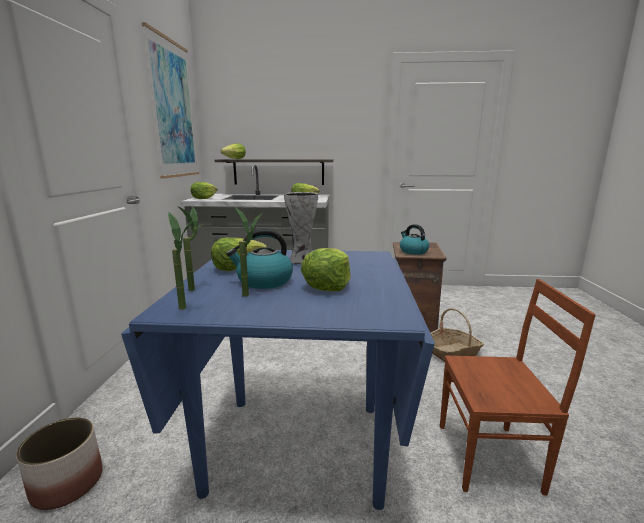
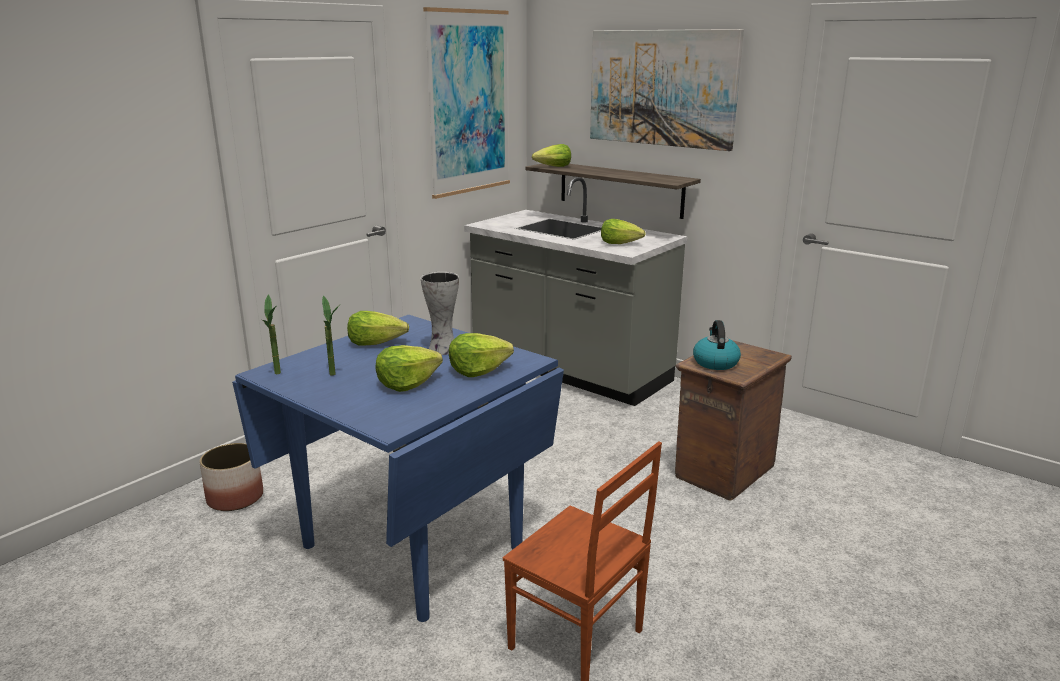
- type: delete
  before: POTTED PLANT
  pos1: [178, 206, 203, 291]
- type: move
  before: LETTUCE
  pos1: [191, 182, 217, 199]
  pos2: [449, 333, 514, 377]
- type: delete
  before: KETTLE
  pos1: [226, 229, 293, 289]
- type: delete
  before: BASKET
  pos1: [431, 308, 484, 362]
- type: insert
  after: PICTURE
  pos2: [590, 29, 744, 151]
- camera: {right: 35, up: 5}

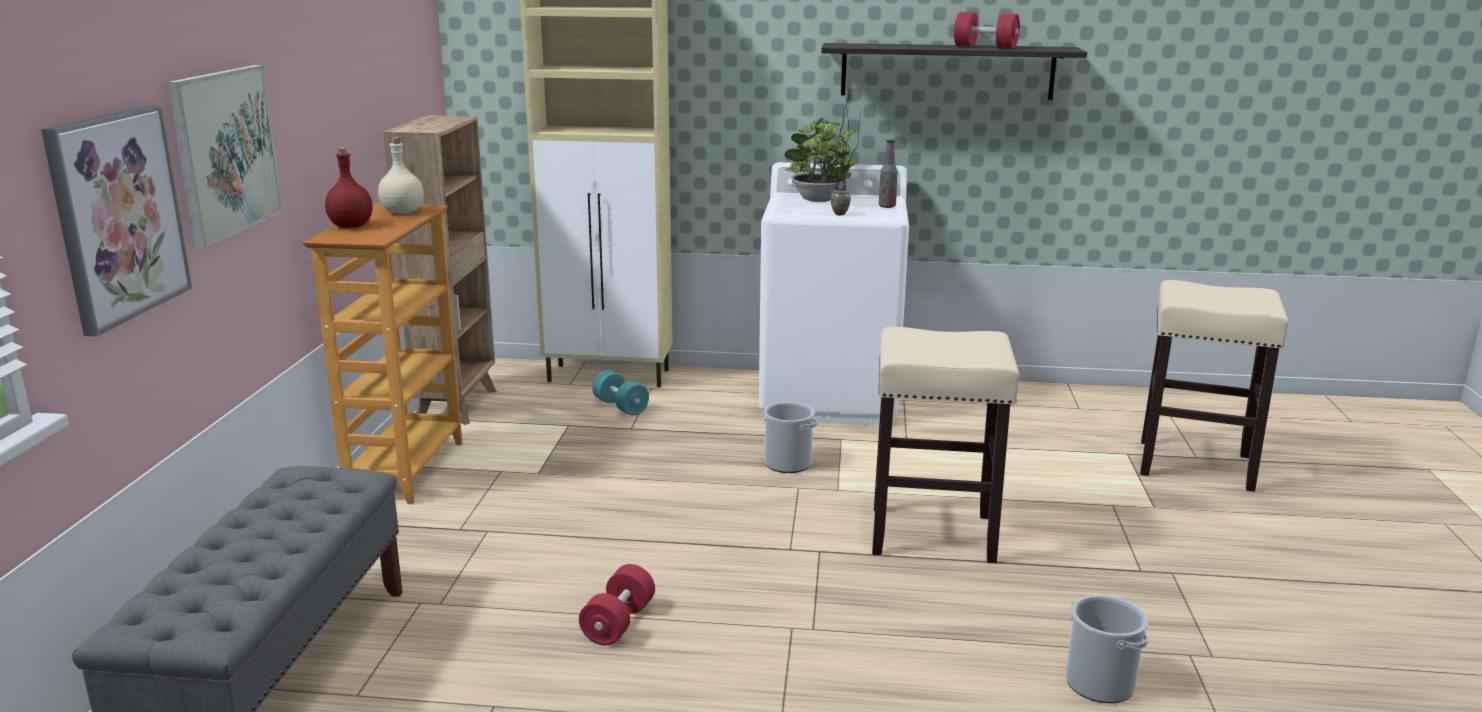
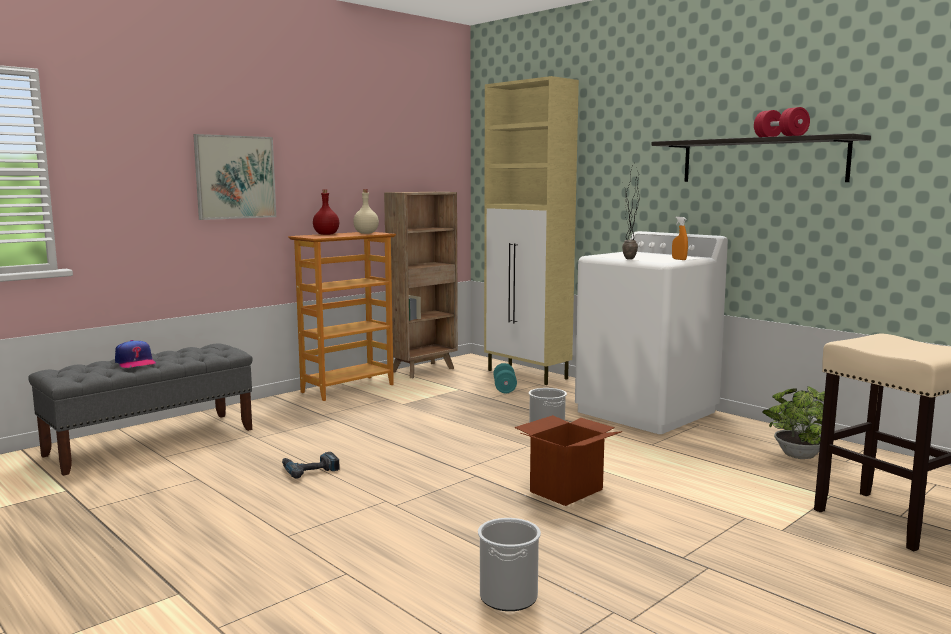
- type: delete
  before: PICTURE
  pos1: [41, 105, 192, 337]
- type: replace
  before: RED DUMBBELL
  after: POWER DRILL
  pos1: [579, 564, 655, 646]
  pos2: [282, 452, 340, 479]
- type: move
  before: POTTED PLANT
  pos1: [785, 118, 857, 202]
  pos2: [762, 386, 825, 459]
- type: replace
  before: BEIGE STOOL
  after: CARDBOARD BOX
  pos1: [872, 327, 1019, 563]
  pos2: [514, 415, 622, 506]
- type: replace
  before: BOTTLE
  after: ORANGE SPRAY BOTTLE
  pos1: [879, 140, 898, 208]
  pos2: [672, 217, 688, 260]
- type: insert
  after: CAP
  pos2: [115, 340, 156, 368]
- camera: {right: 40, up: -10}

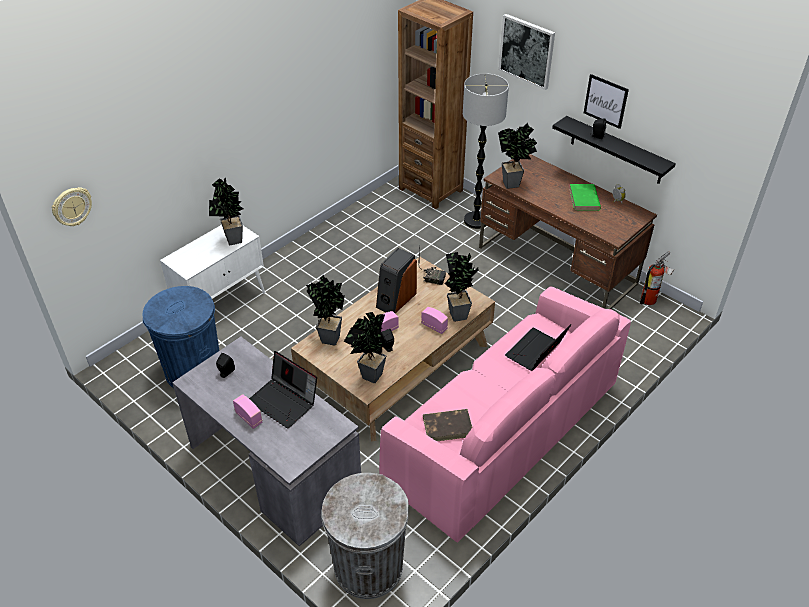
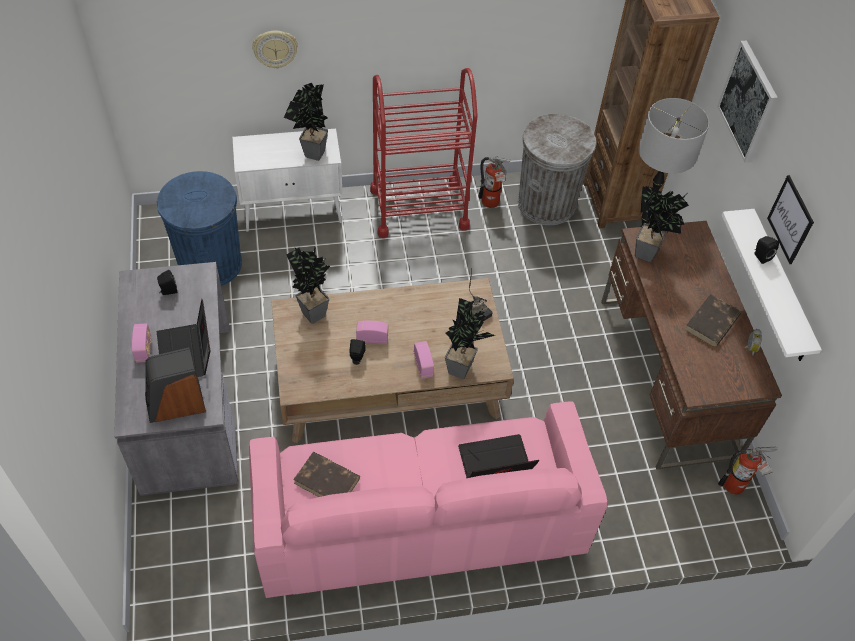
- type: move
  before: WALL CLOCK
  pos1: [52, 187, 92, 226]
  pos2: [252, 30, 298, 69]
- type: move
  before: GREY TRASH CAN
  pos1: [321, 473, 409, 599]
  pos2: [518, 114, 597, 225]
- type: delete
  before: POTTED PLANT
  pos1: [344, 312, 386, 383]
- type: move
  before: SPEAKER
  pos1: [376, 248, 417, 313]
  pos2: [145, 347, 206, 423]
- type: recolor
  before: BLACK SHELF
  after: WHITE SHELF
  pos1: [552, 116, 676, 184]
  pos2: [722, 209, 822, 361]
- type: recolor
  before: GREEN BOOK
  after: BROWN BOOK
  pos1: [569, 184, 601, 211]
  pos2: [684, 294, 741, 347]
- type: insert
  after: RED CART
  pos2: [370, 68, 478, 238]
- type: insert
  after: FIRE EXTINGUISHER
  pos2: [478, 156, 511, 208]
- camera: {right: 35, up: 10}

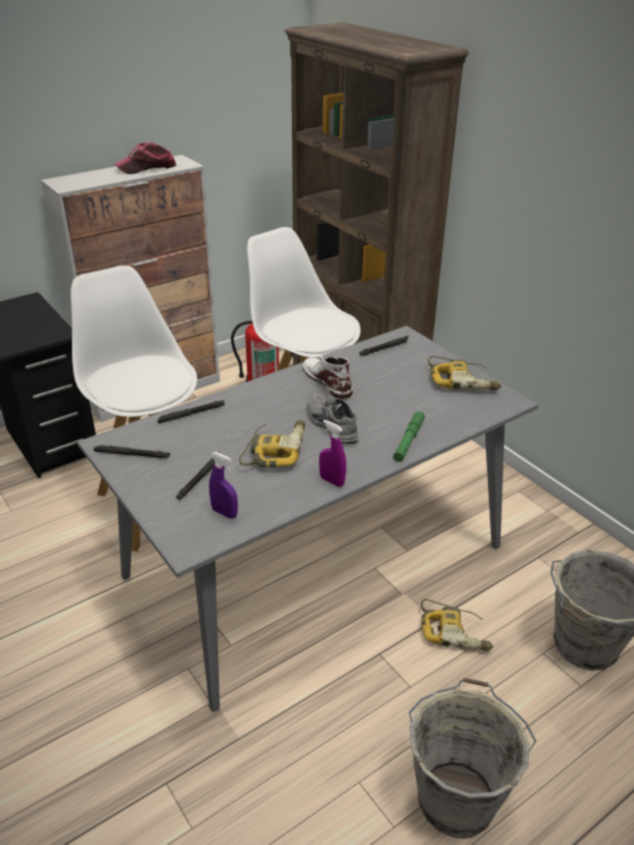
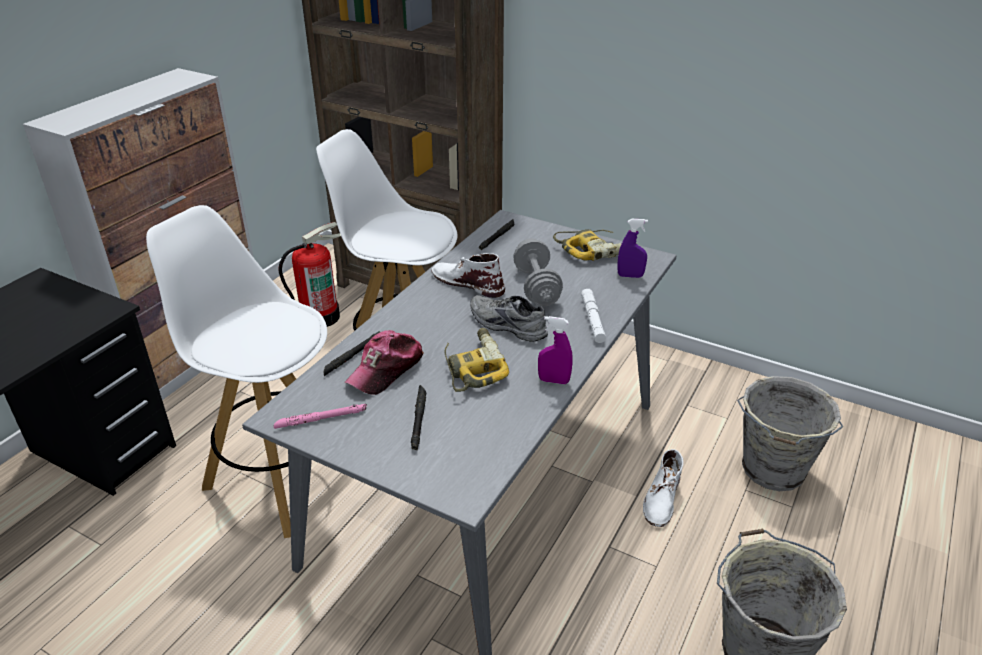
- type: recolor
  before: BLACK FLASHLIGHT
  after: PINK FLASHLIGHT
  pos1: [93, 445, 170, 458]
  pos2: [274, 404, 367, 429]
- type: move
  before: CAP
  pos1: [114, 142, 176, 174]
  pos2: [345, 330, 424, 395]
- type: move
  before: PURPLE SPRAY BOTTLE
  pos1: [209, 452, 238, 518]
  pos2: [617, 219, 648, 278]
- type: recolor
  before: GREEN FLASHLIGHT
  after: WHITE FLASHLIGHT
  pos1: [393, 411, 425, 462]
  pos2: [581, 289, 606, 343]
- type: replace
  before: POWER DRILL
  after: WHITE BOOT
  pos1: [421, 599, 493, 651]
  pos2: [643, 449, 683, 527]
- type: insert
  after: GREY DUMBBELL
  pos2: [513, 239, 563, 306]
- camera: {right: -25, up: 0}

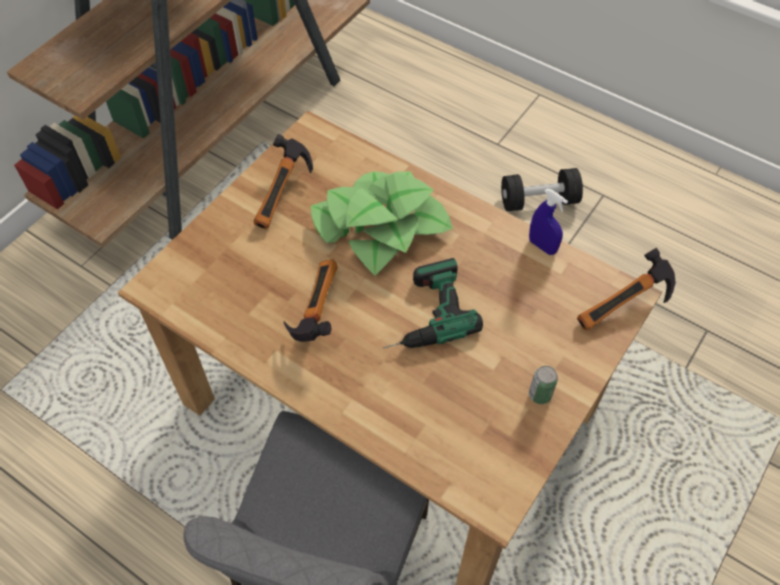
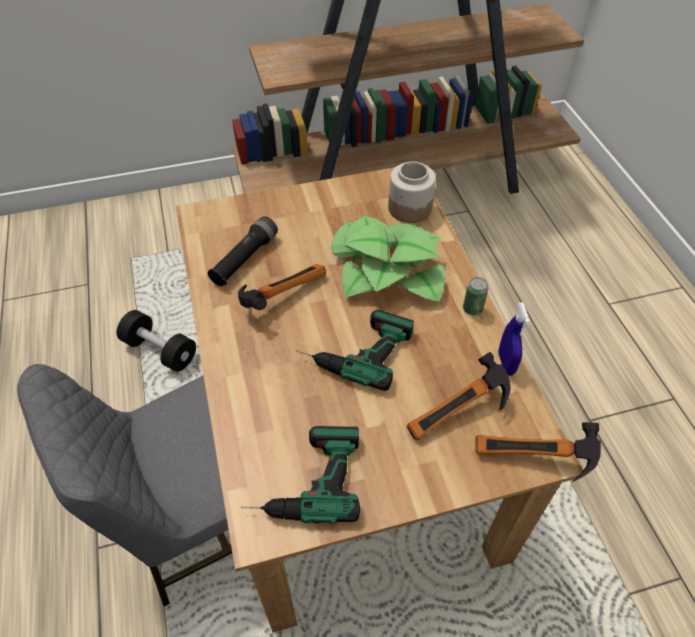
- type: move
  before: HAMMER
  pos1: [253, 134, 313, 229]
  pos2: [407, 352, 511, 440]
- type: move
  before: BLACK DUMBBELL
  pos1: [501, 168, 583, 211]
  pos2: [117, 310, 196, 372]
- type: move
  before: CAN
  pos1: [529, 366, 558, 404]
  pos2: [463, 277, 488, 315]
- type: insert
  after: BLACK FLASHLIGHT
  pos2: [208, 216, 278, 286]
- type: insert
  after: POWER DRILL
  pos2: [241, 426, 360, 524]
- type: insert
  after: JAR
  pos2: [388, 161, 436, 223]
- camera: {right: 40, up: -5}

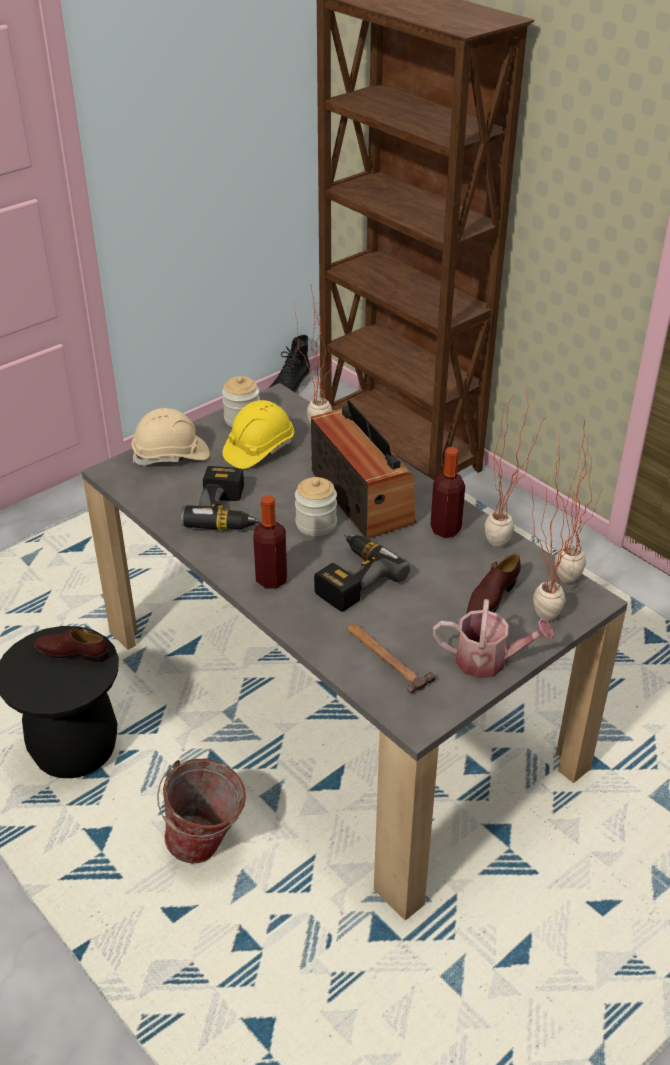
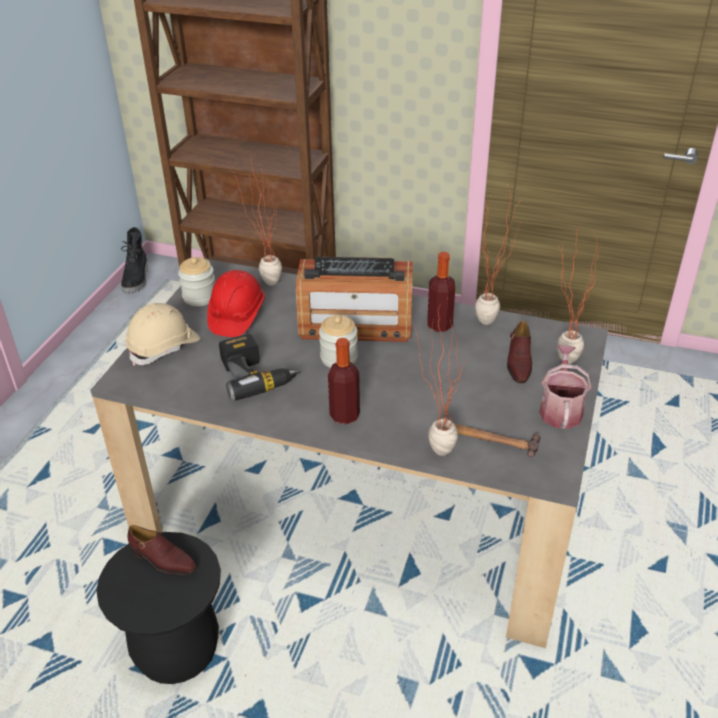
- type: rotate
  before: BROWN SHOE
  pos1: [34, 629, 109, 662]
  pos2: [127, 525, 196, 574]
  turn: -135
- type: delete
  before: BUCKET
  pos1: [157, 759, 246, 863]
- type: recolor
  before: YELLOW HARD HAT
  after: RED HARD HAT
  pos1: [222, 400, 294, 469]
  pos2: [207, 270, 265, 337]
- type: rotate
  before: RADIO
  pos1: [311, 400, 417, 539]
  pos2: [296, 257, 413, 342]
  turn: 150
- type: delete
  before: POWER DRILL
  pos1: [314, 535, 410, 612]
- type: rotate
  before: WATERING CAN
  pos1: [433, 599, 555, 678]
  pos2: [539, 345, 591, 429]
  turn: -60
- type: move
  before: POTTED PLANT
  pos1: [555, 421, 602, 583]
  pos2: [414, 306, 464, 456]
- camera: {right: -30, up: 0}

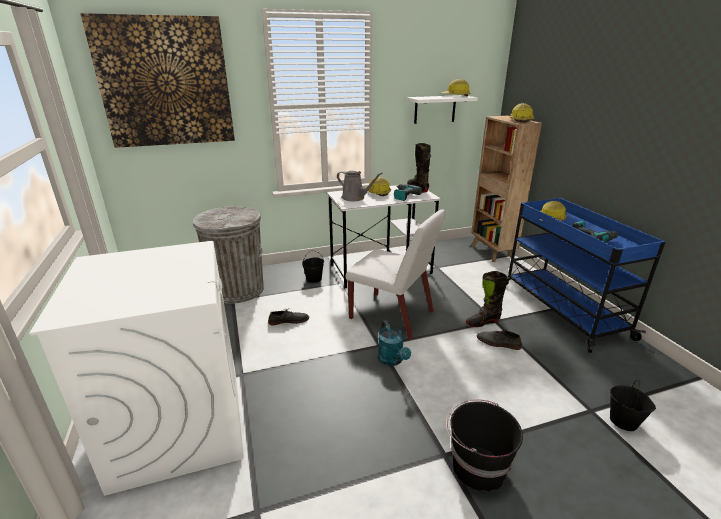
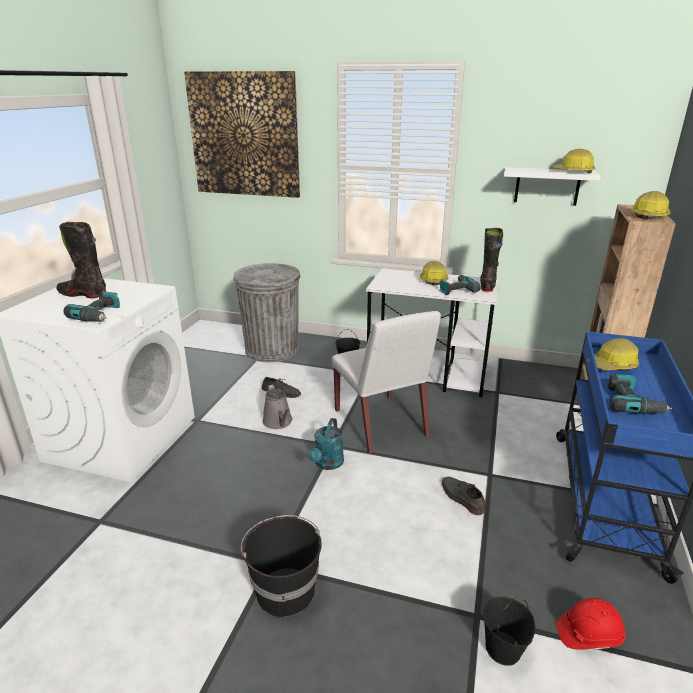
- type: move
  before: GREY WATERING CAN
  pos1: [337, 171, 383, 201]
  pos2: [262, 384, 292, 429]
- type: move
  before: BLACK BOOT
  pos1: [466, 271, 507, 327]
  pos2: [57, 222, 106, 298]
- type: insert
  after: POWER DRILL
  pos2: [63, 291, 120, 322]
- type: insert
  after: RED HARD HAT
  pos2: [557, 598, 626, 650]
- camera: {right: 35, up: 0}

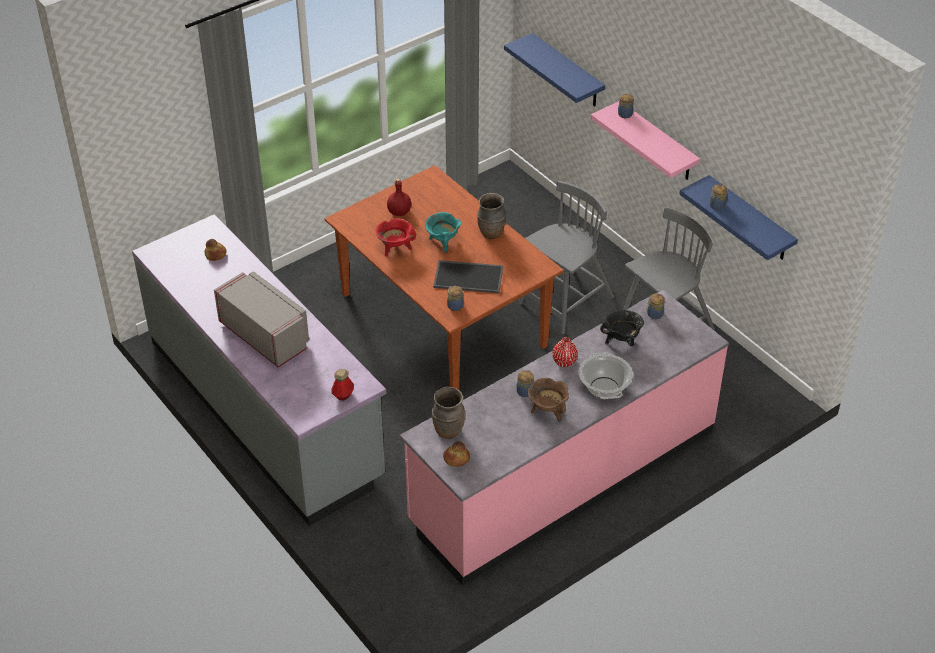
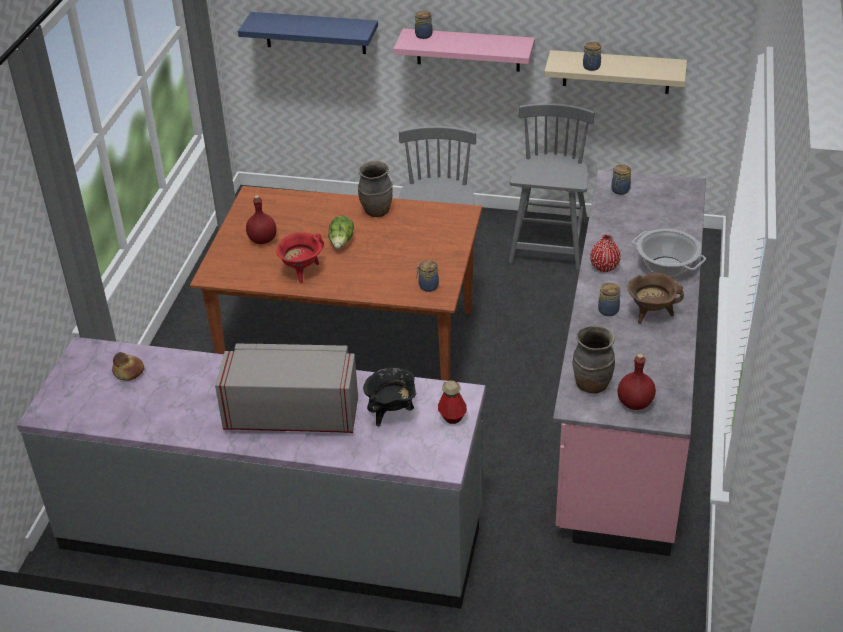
- type: replace
  before: TURQUOISE COOKING POT
  after: LETTUCE
  pos1: [425, 212, 462, 253]
  pos2: [328, 216, 354, 249]
- type: delete
  before: TRAY
  pos1: [433, 260, 503, 293]
- type: replace
  before: BREAD
  after: RED BOTTLE
  pos1: [443, 441, 470, 467]
  pos2: [618, 353, 656, 410]
- type: move
  before: BLACK COOKING POT
  pos1: [600, 310, 644, 346]
  pos2: [363, 368, 417, 427]
- type: recolor
  before: BLUE SHELF
  after: BEIGE SHELF
  pos1: [679, 175, 798, 260]
  pos2: [544, 50, 687, 94]
- camera: {right: -40, up: -5}

